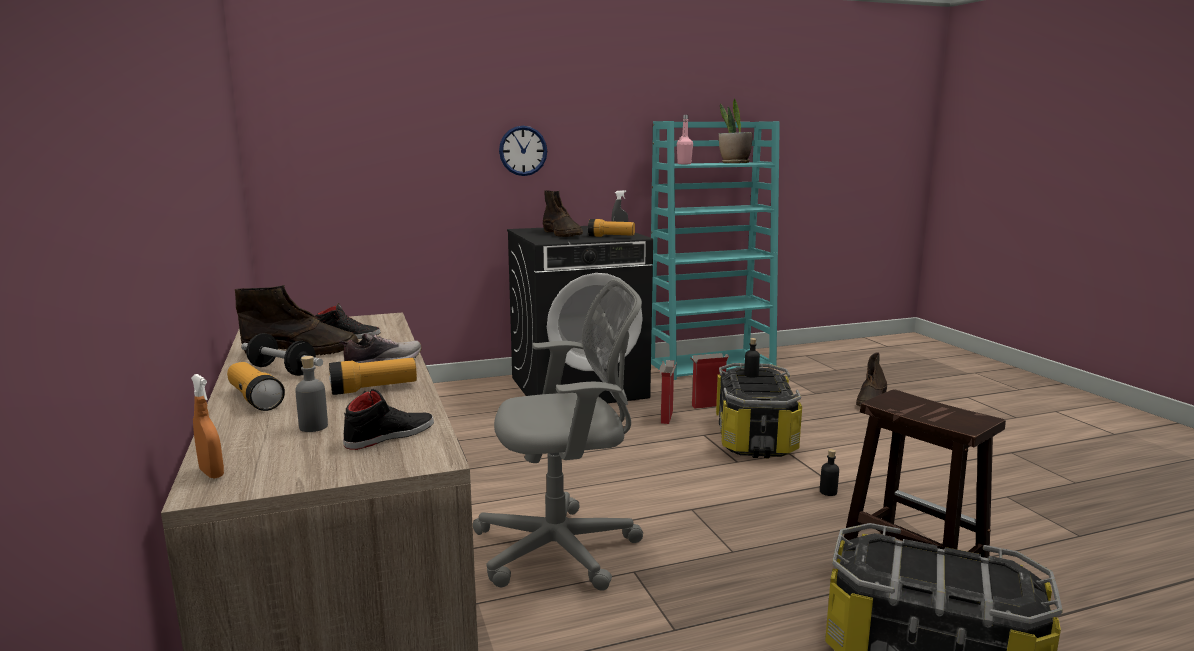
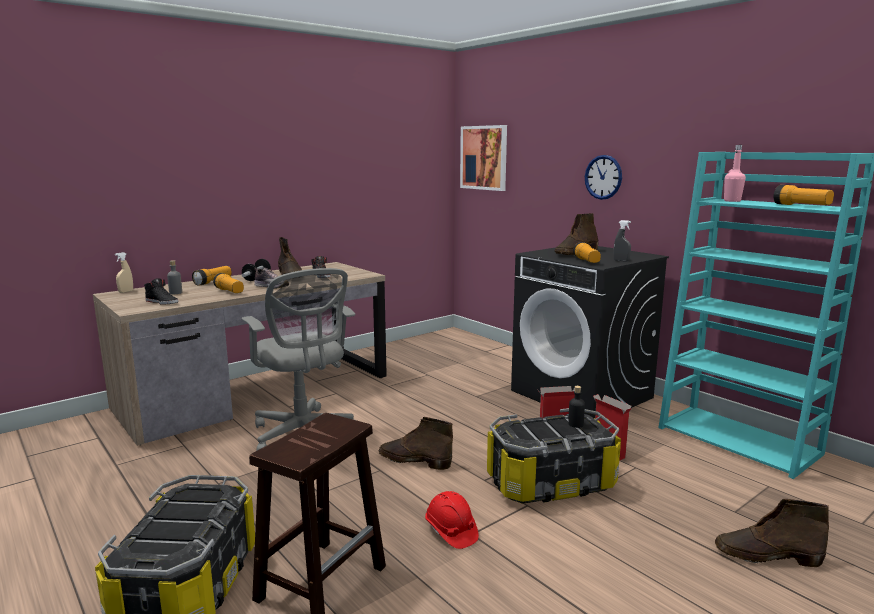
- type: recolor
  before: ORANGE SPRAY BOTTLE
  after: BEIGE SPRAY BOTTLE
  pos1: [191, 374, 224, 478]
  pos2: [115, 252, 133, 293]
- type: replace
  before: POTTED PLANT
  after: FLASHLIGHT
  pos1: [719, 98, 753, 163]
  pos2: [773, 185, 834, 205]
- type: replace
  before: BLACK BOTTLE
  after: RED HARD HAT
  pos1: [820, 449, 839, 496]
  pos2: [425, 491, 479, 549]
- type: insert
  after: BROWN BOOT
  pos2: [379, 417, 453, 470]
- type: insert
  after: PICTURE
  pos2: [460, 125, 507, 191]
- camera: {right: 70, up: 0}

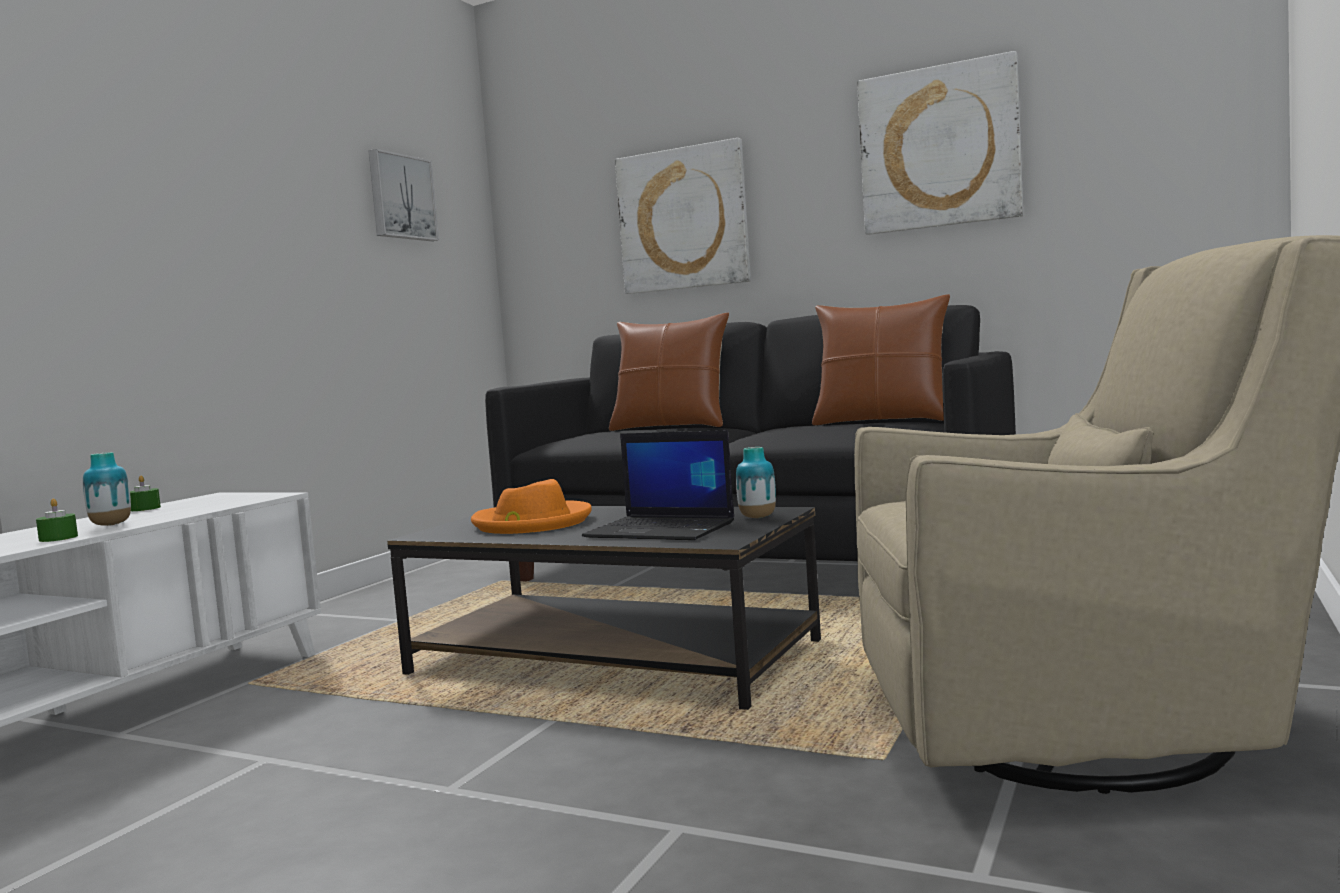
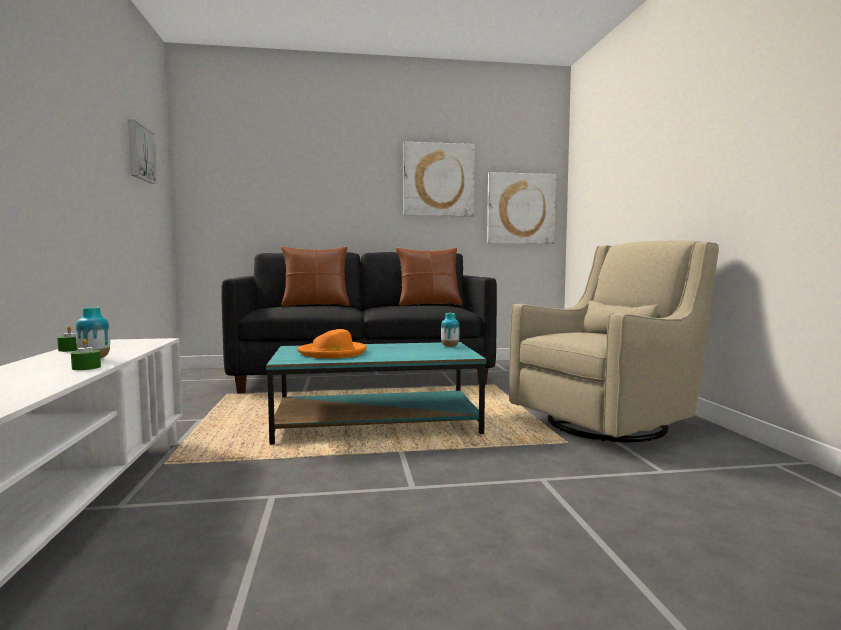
- type: recolor
  before: BLACK COFFEE TABLE
  after: TURQUOISE COFFEE TABLE
  pos1: [387, 506, 821, 710]
  pos2: [266, 342, 486, 444]
- type: delete
  before: LAPTOP
  pos1: [582, 430, 734, 540]
- type: move
  before: PICTURE
  pos1: [615, 138, 751, 294]
  pos2: [487, 172, 556, 244]
- camera: {right: -35, up: 0}

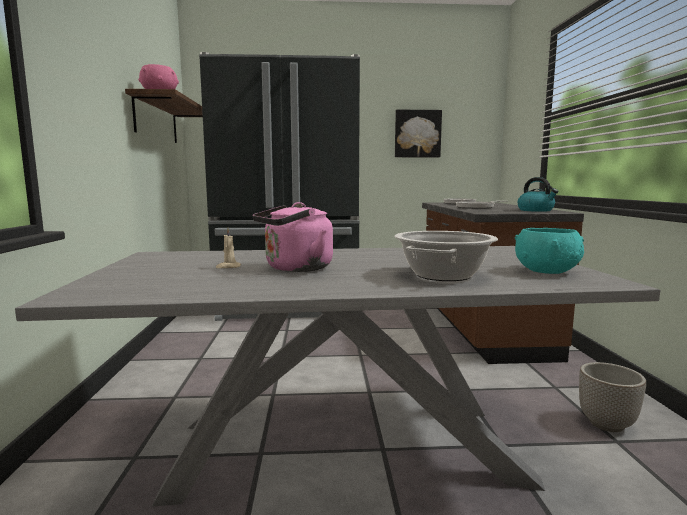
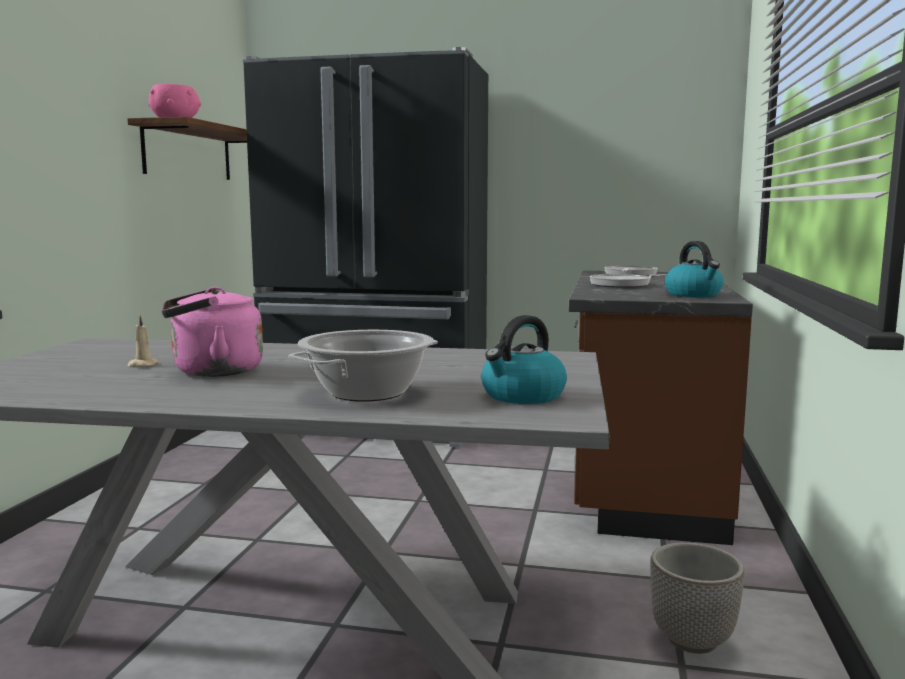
- type: delete
  before: PICTURE
  pos1: [395, 110, 442, 158]
- type: replace
  before: TURQUOISE BOWL
  after: KETTLE
  pos1: [515, 228, 584, 274]
  pos2: [481, 315, 567, 404]
- camera: {right: 15, up: 0}

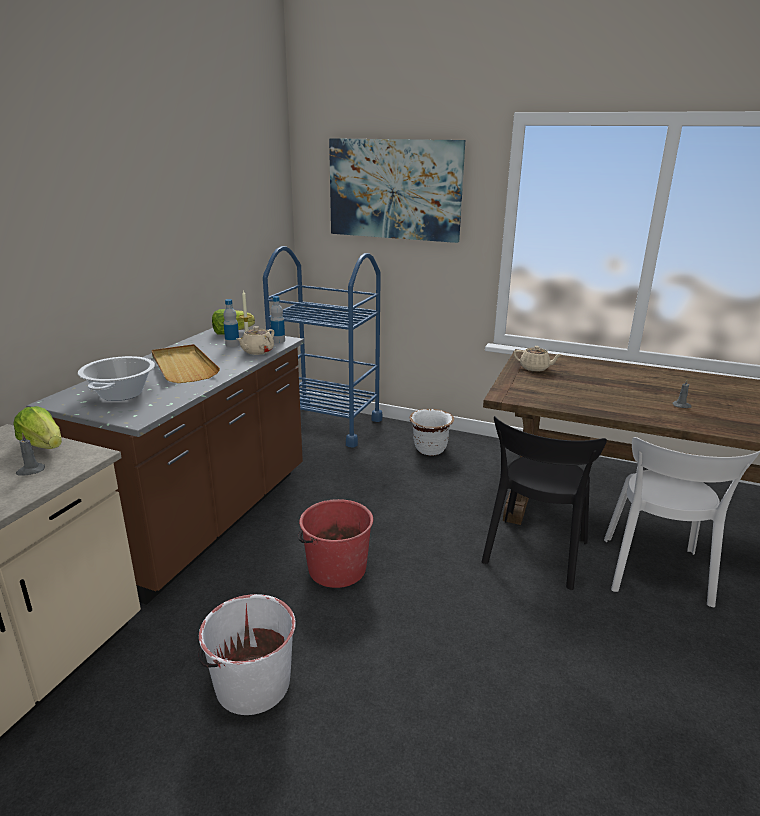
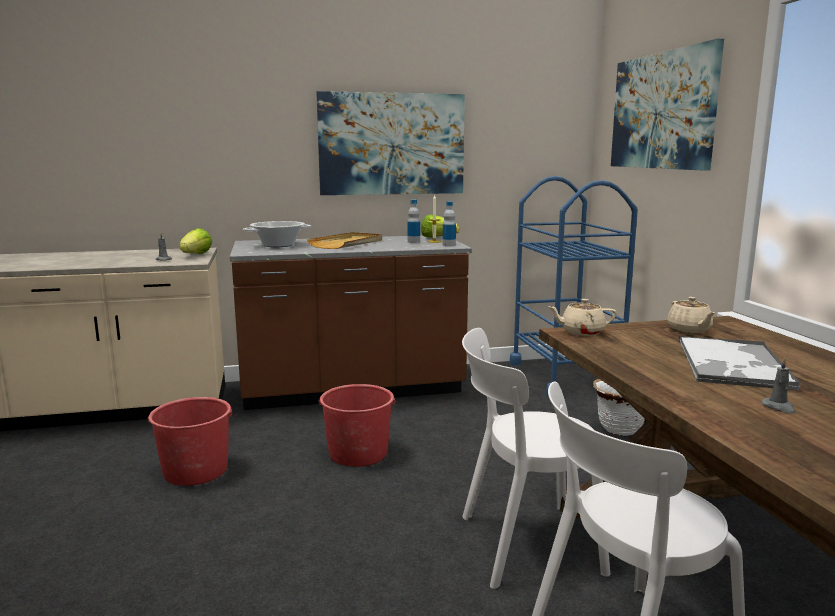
- type: recolor
  before: WHITE BUCKET
  after: RED BUCKET
  pos1: [198, 594, 296, 715]
  pos2: [147, 397, 235, 486]
- type: move
  before: BEIGE TEAPOT
  pos1: [236, 326, 274, 355]
  pos2: [548, 299, 617, 336]
- type: recolor
  before: BLACK CHAIR
  after: WHITE CHAIR
  pos1: [481, 416, 607, 590]
  pos2: [462, 328, 610, 589]
- type: insert
  after: PICTURE
  pos2: [316, 91, 465, 195]
- type: insert
  after: TRAY
  pos2: [679, 336, 800, 391]
- camera: {right: 55, up: -10}

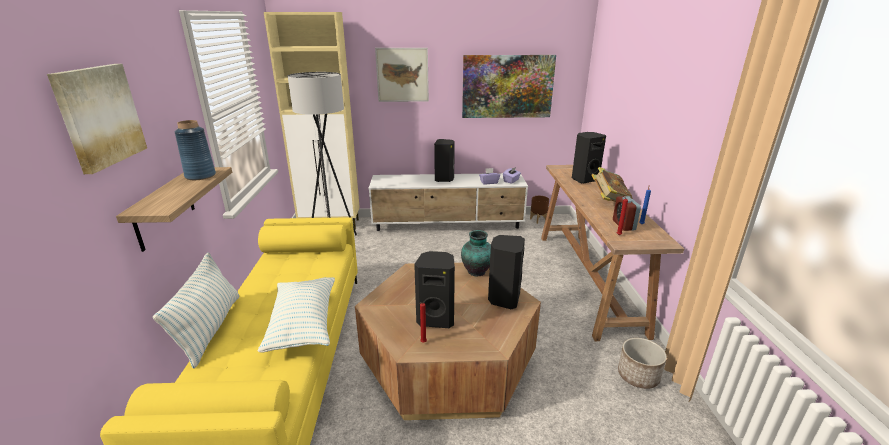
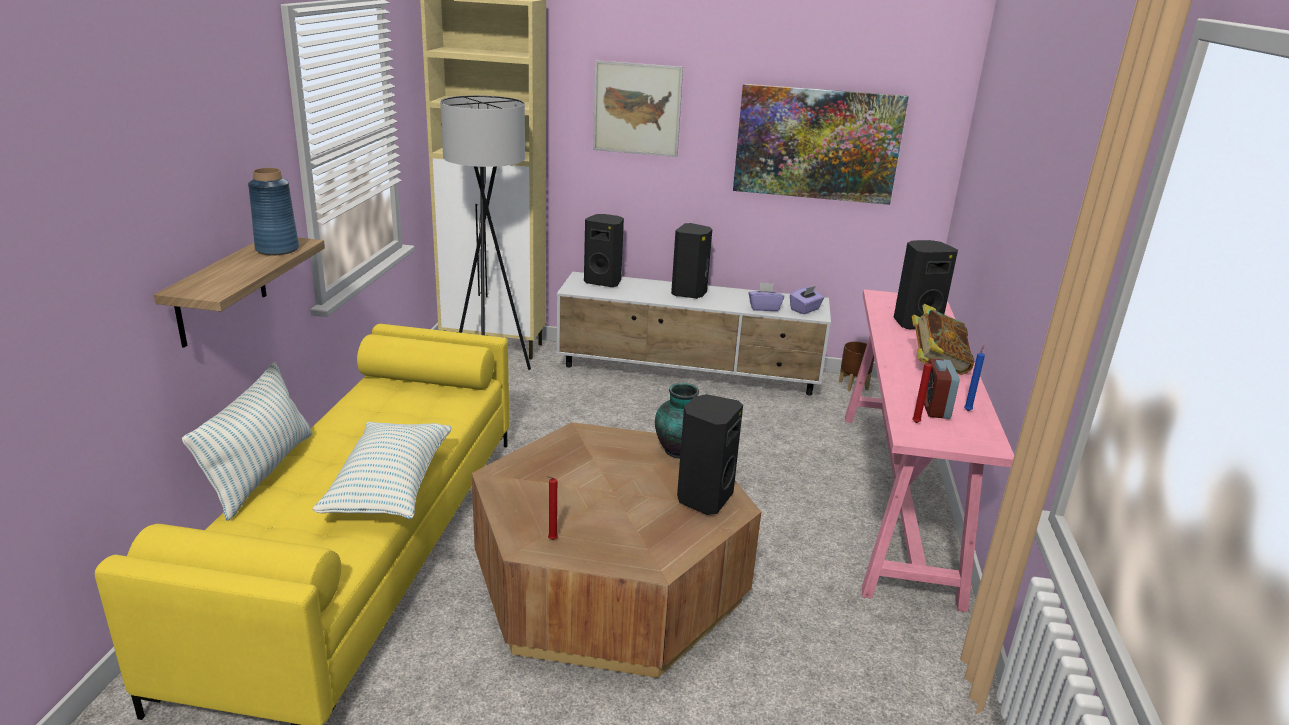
- type: delete
  before: PICTURE
  pos1: [47, 64, 147, 174]
- type: move
  before: BLACK SPEAKER
  pos1: [414, 251, 455, 328]
  pos2: [584, 214, 624, 287]
- type: recolor
  before: BROWN CONSOLE TABLE
  after: PINK CONSOLE TABLE
  pos1: [541, 165, 684, 341]
  pos2: [845, 289, 1014, 612]
- type: delete
  before: PLANTER
  pos1: [618, 338, 667, 389]
- camera: {right: 10, up: 0}

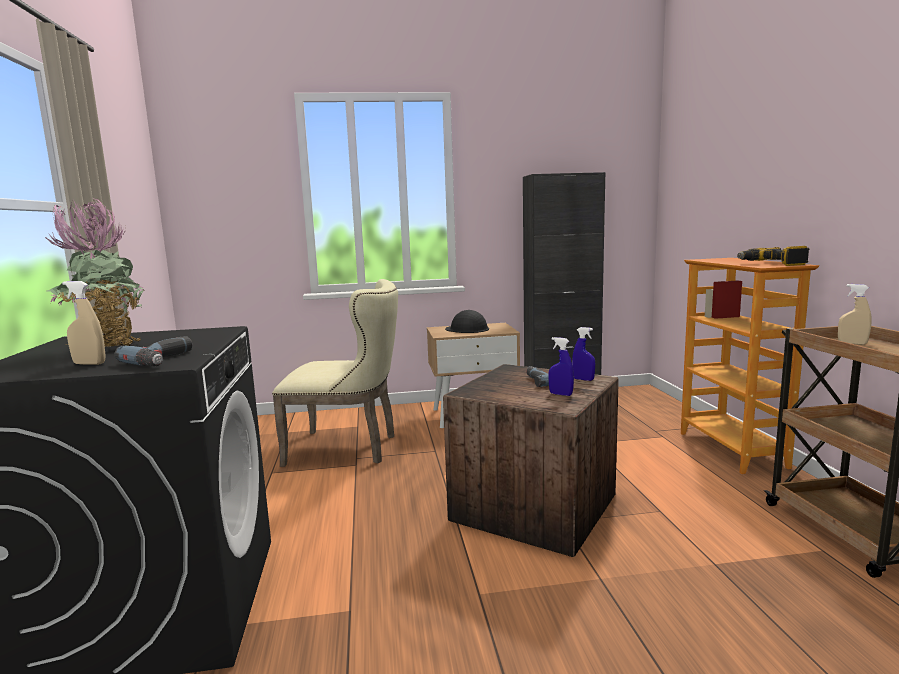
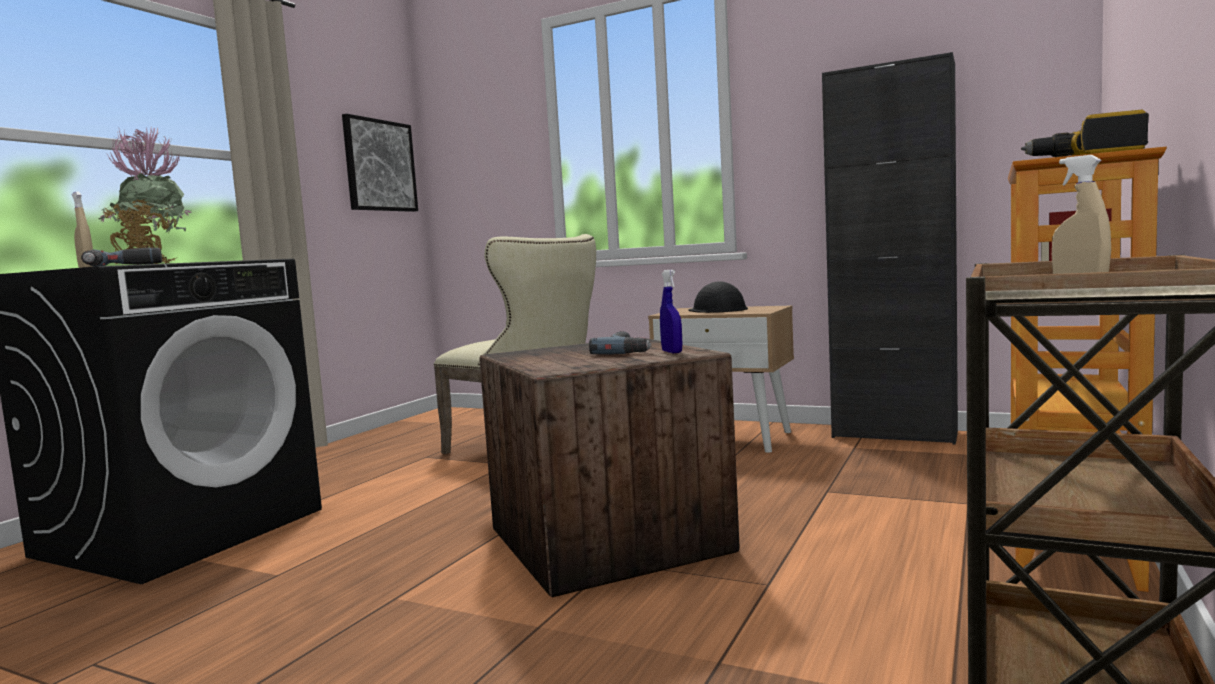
- type: delete
  before: BLUE SPRAY BOTTLE
  pos1: [548, 337, 574, 396]
- type: insert
  after: PICTURE
  pos2: [342, 114, 418, 212]
- camera: {right: 35, up: -5}

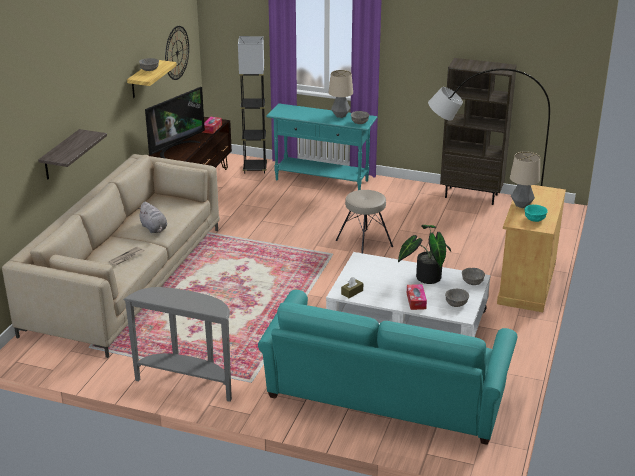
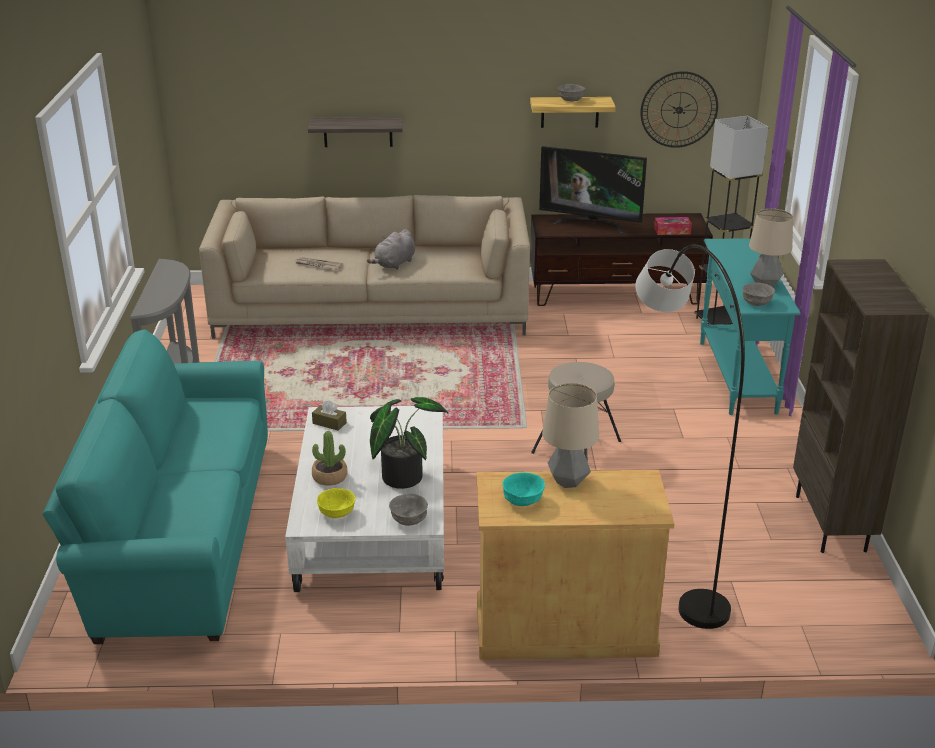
- type: replace
  before: TISSUE BOX
  after: POTTED PLANT
  pos1: [407, 284, 427, 310]
  pos2: [312, 431, 347, 485]
- type: recolor
  before: GREY BOWL
  after: YELLOW BOWL
  pos1: [445, 289, 469, 307]
  pos2: [317, 488, 356, 518]
- camera: {right: 70, up: 0}

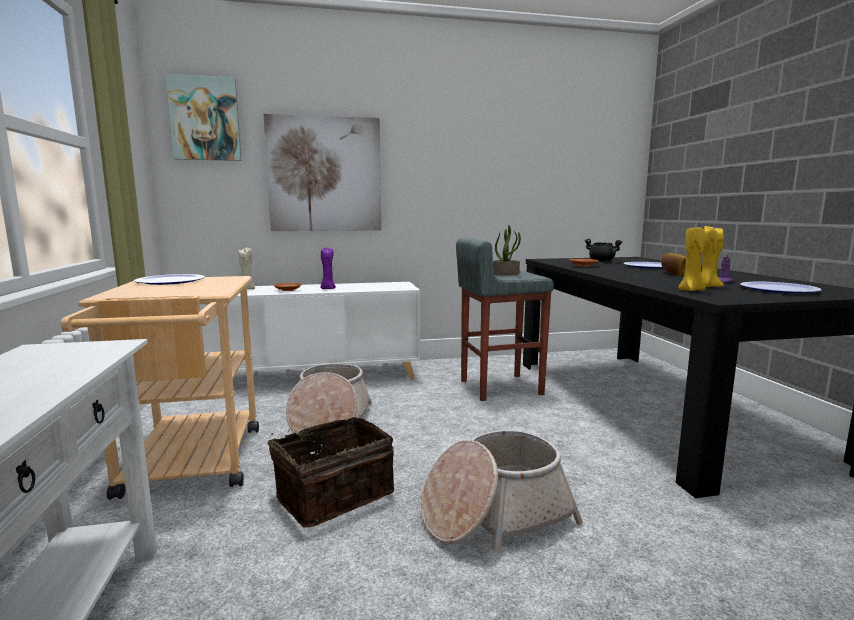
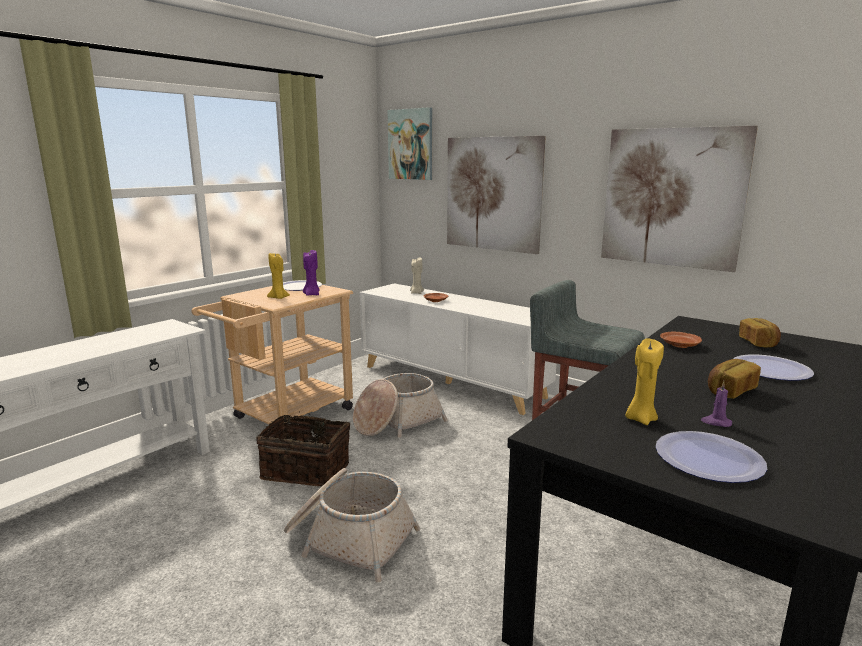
- type: move
  before: PURPLE CANDLE
  pos1: [320, 248, 336, 289]
  pos2: [303, 250, 320, 296]
- type: delete
  before: POTTED PLANT
  pos1: [493, 225, 521, 275]
- type: replace
  before: BLACK COOKING POT
  after: BREAD
  pos1: [584, 239, 623, 261]
  pos2: [739, 318, 781, 348]
- type: move
  before: YELLOW CANDLE
  pos1: [678, 226, 708, 291]
  pos2: [267, 252, 290, 299]
- type: insert
  after: PICTURE
  pos2: [601, 126, 758, 272]
- camera: {right: 50, up: 5}

